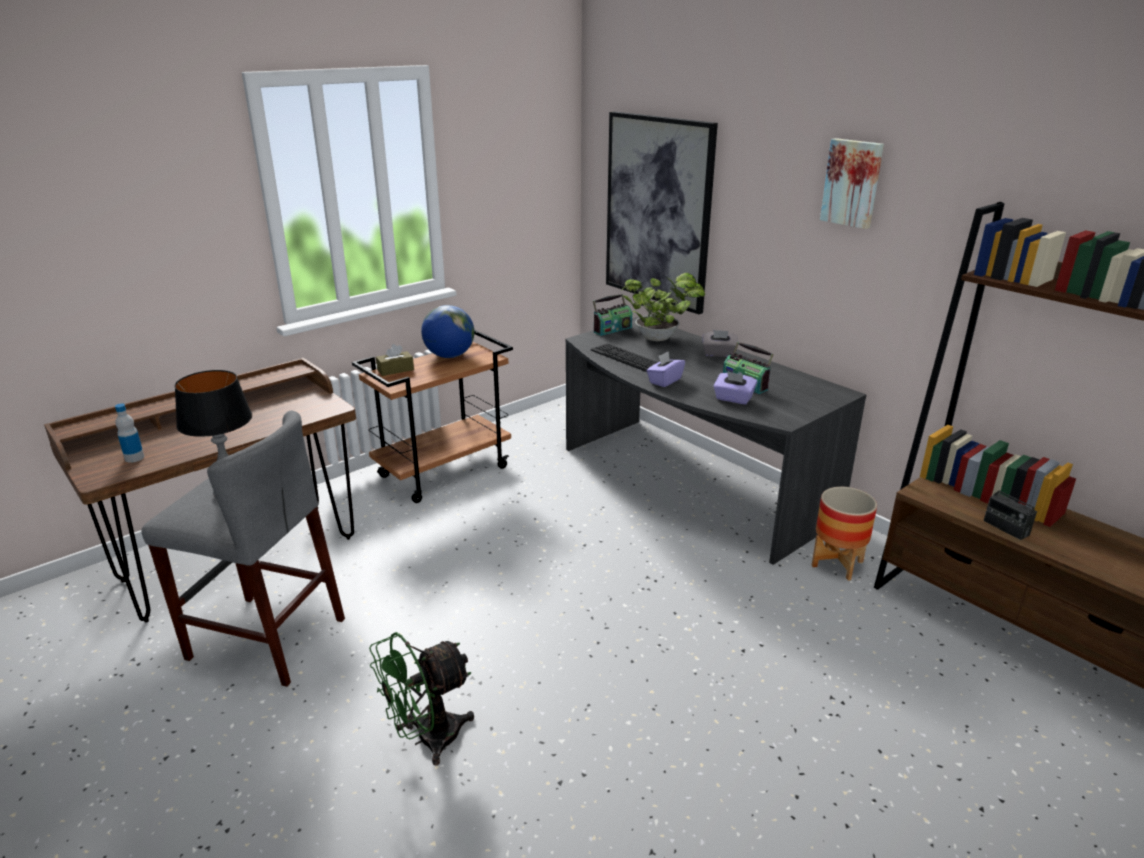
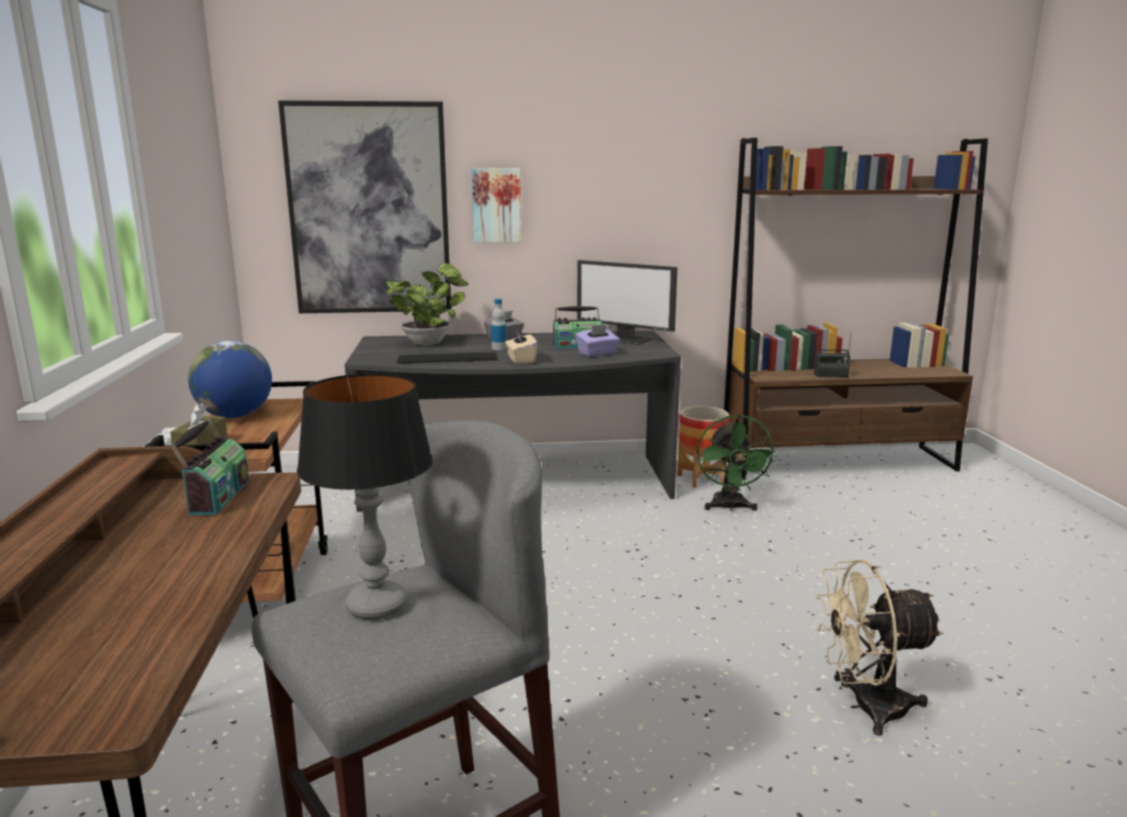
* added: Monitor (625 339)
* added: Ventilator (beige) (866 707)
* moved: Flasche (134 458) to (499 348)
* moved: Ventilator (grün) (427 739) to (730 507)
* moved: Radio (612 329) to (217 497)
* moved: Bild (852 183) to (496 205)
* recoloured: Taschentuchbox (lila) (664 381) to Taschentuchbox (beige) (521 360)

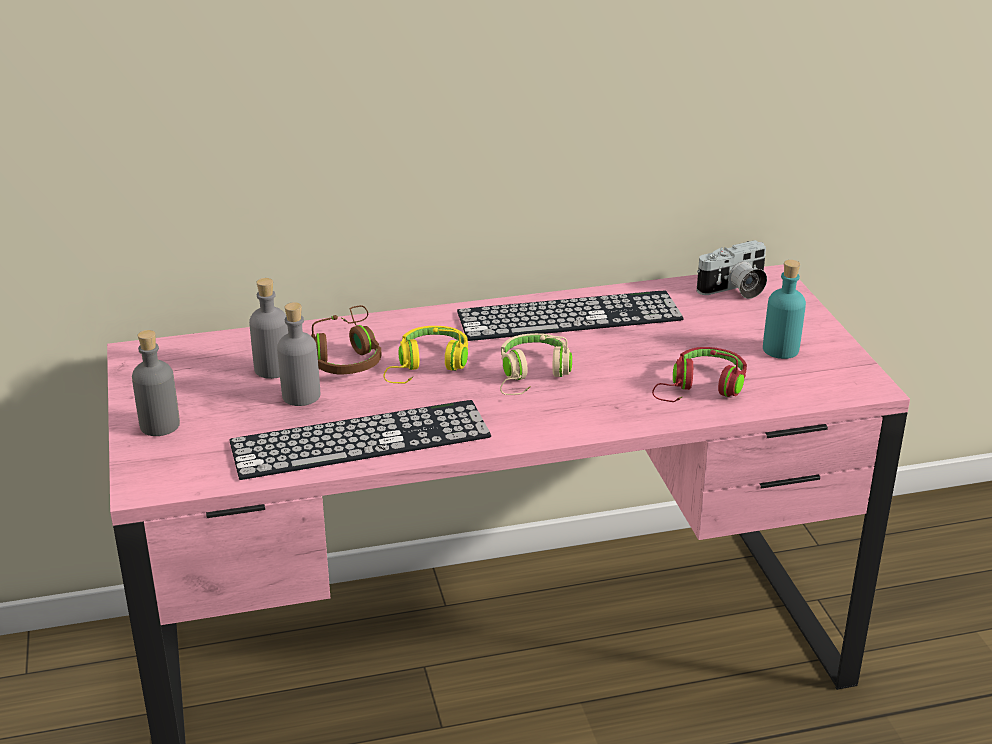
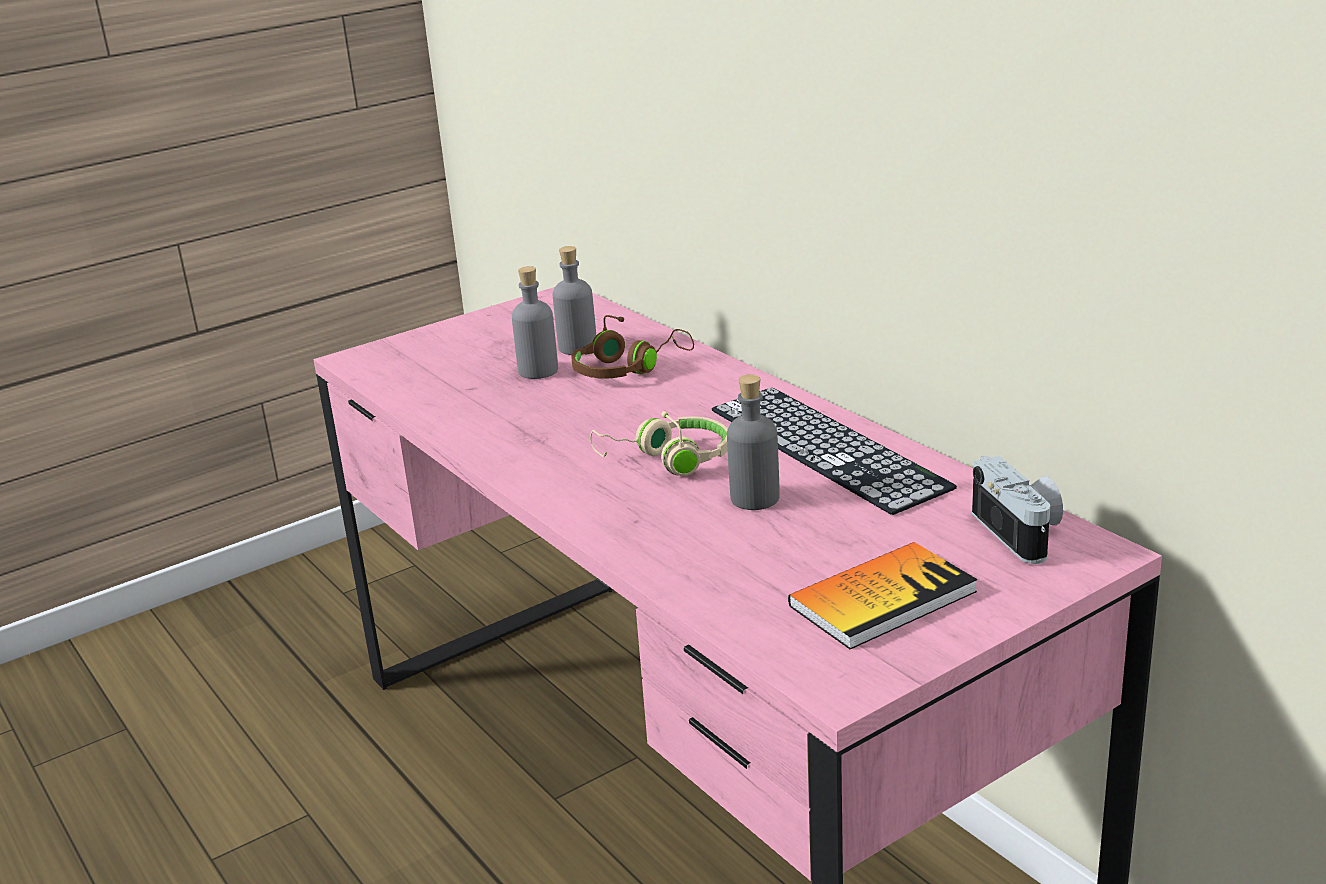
* removed: Tastatur (360 439)
* removed: Kopfhörer (gelb) (428 366)
* removed: Kopfhörer (rot) (701 388)
* moved: Flasche (grau) (160 425) to (754 498)
* replaced: Flasche (türkis) (780 349) to Buch (882 598)
* turned: Kamera (735 290) = (1023 533) 150 degrees counterclockwise

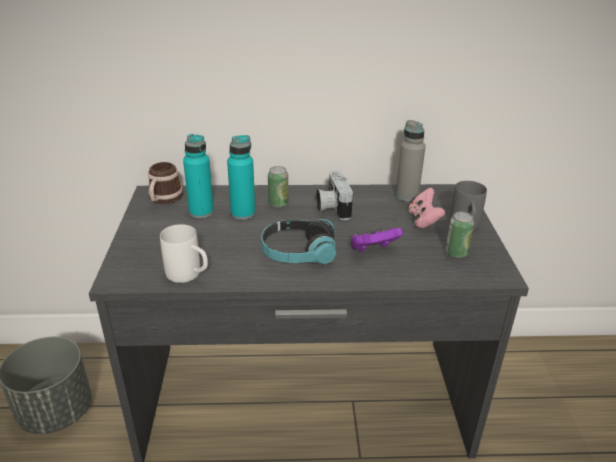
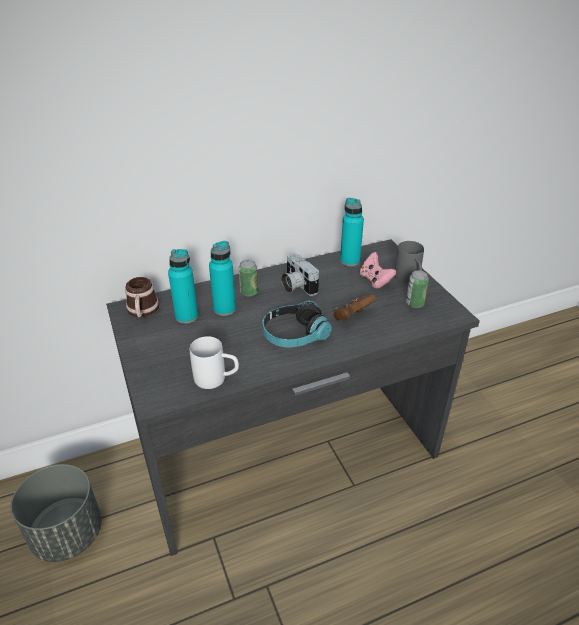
* recoloured: Gamepad (lila) (373 250) to Gamepad (braun) (352 317)
* recoloured: Flasche (grau) (406 196) to Flasche (türkis) (350 261)

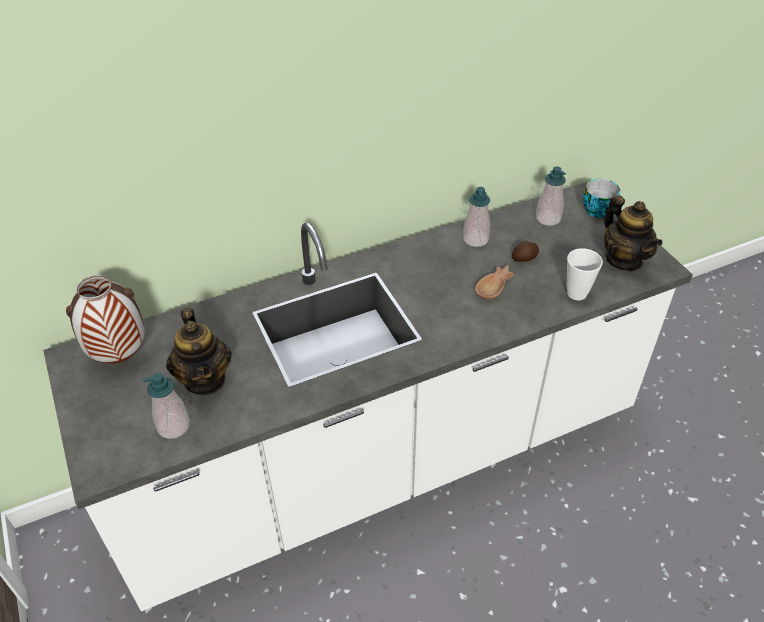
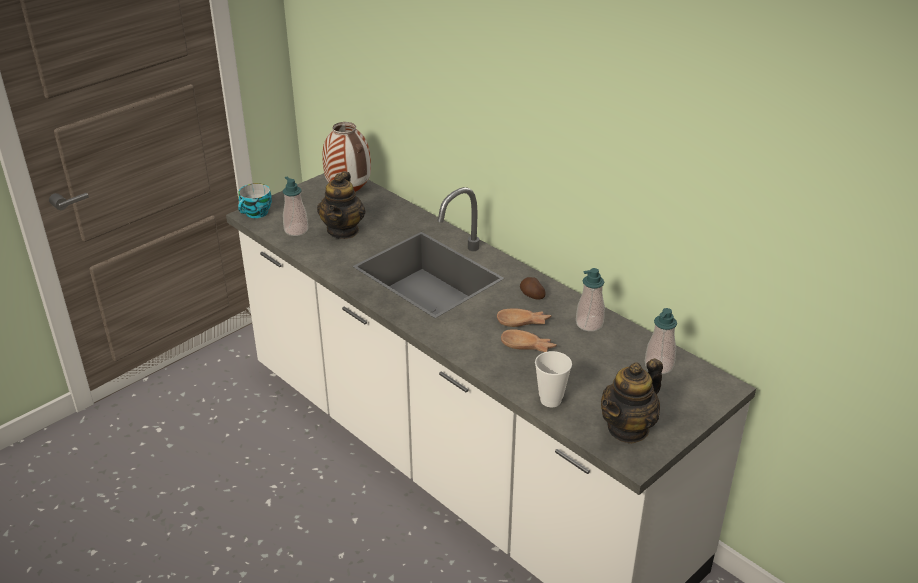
* added: Schüssel (braun) (523 323)
* moved: Kartoffel (525 258) to (531 295)
* moved: Tasse (599 211) to (256 213)
* turned: Teekanne (205 379) = (343 230) 45 degrees counterclockwise

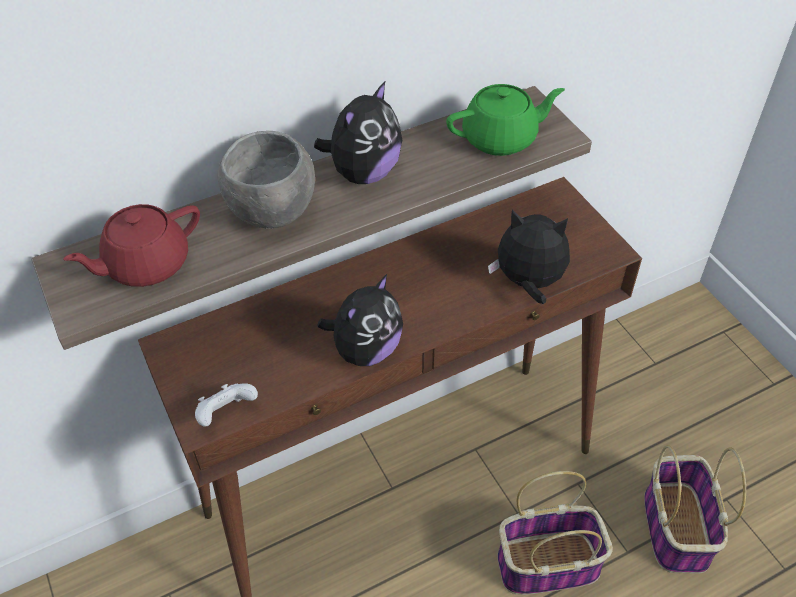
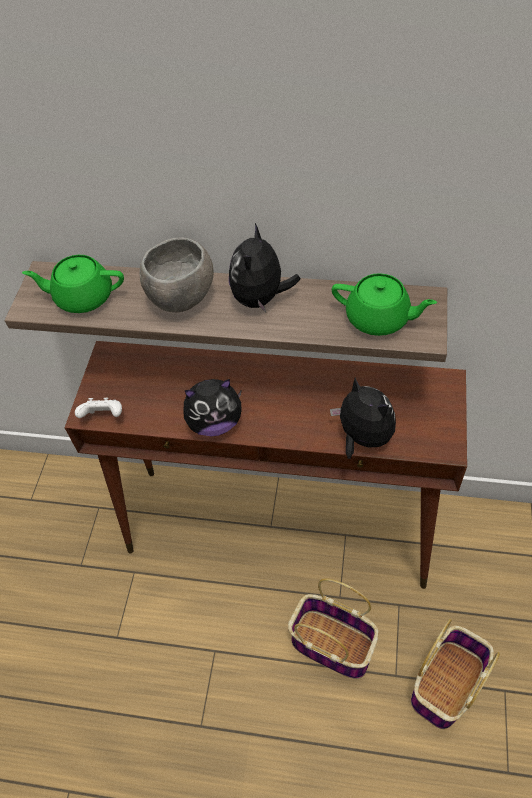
* recoloured: Teekanne (rot) (146 264) to Teekanne (grün) (83 297)
* turned: Plüschtier (364 173) = (261 298) 120 degrees clockwise

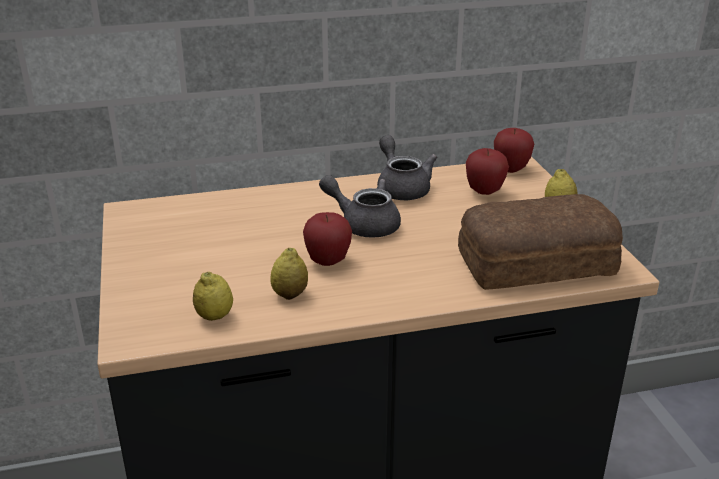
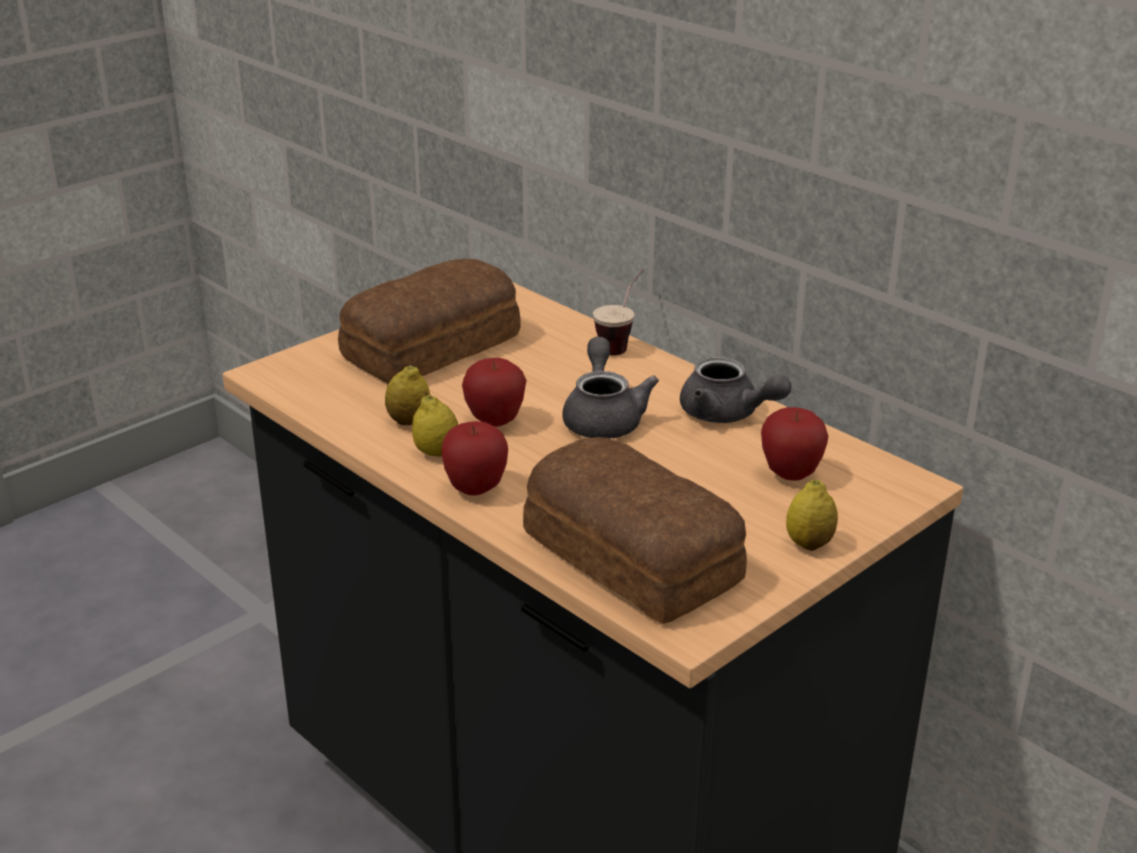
* added: Brot (435 347)
* added: Tasse (621 343)
* moved: Zitrone (214 316) to (436 452)
* moved: Apfel (511 169) to (475 489)
* turned: Teekanne (grau) (401 187) = (727 415) 90 degrees clockwise

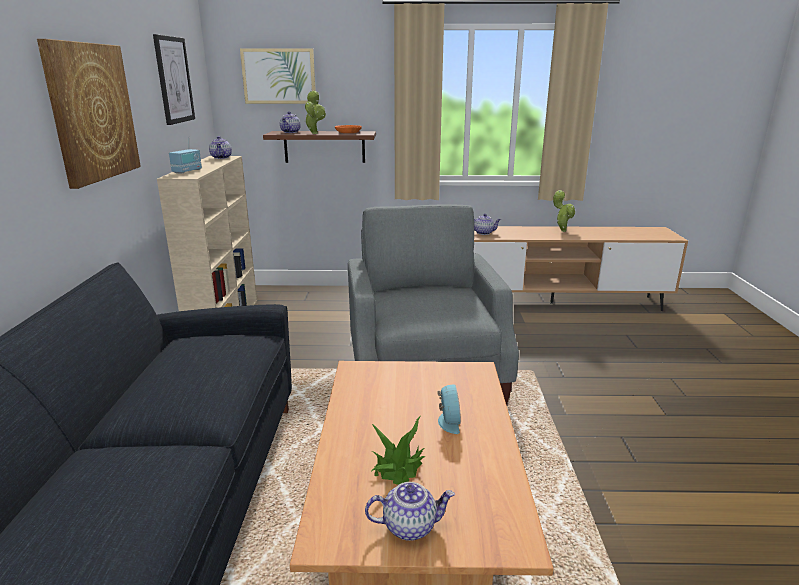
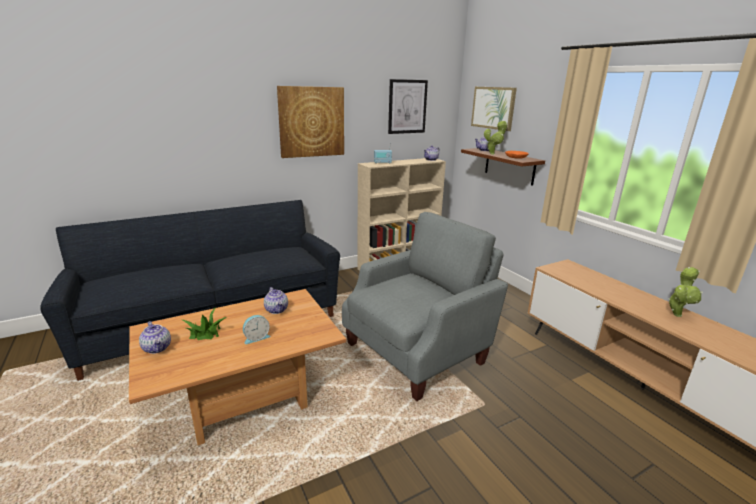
* moved: Teekanne (483 233) to (277 310)

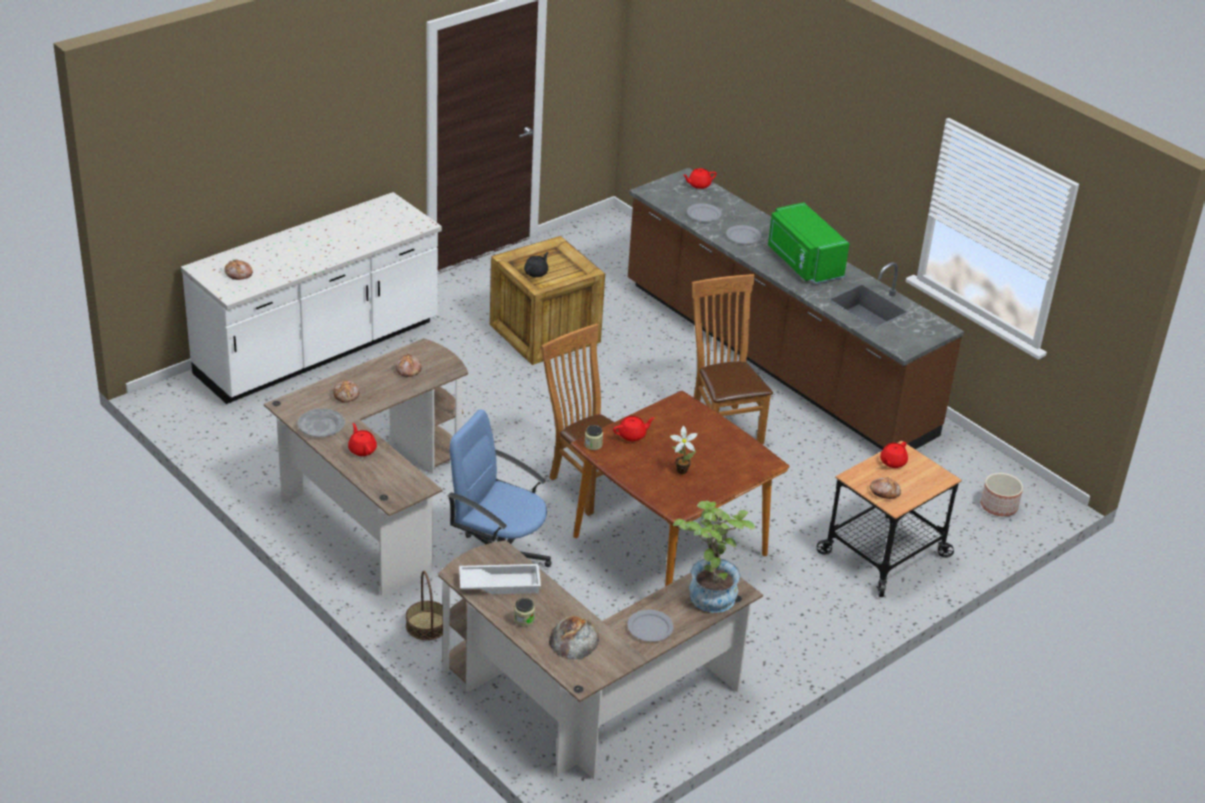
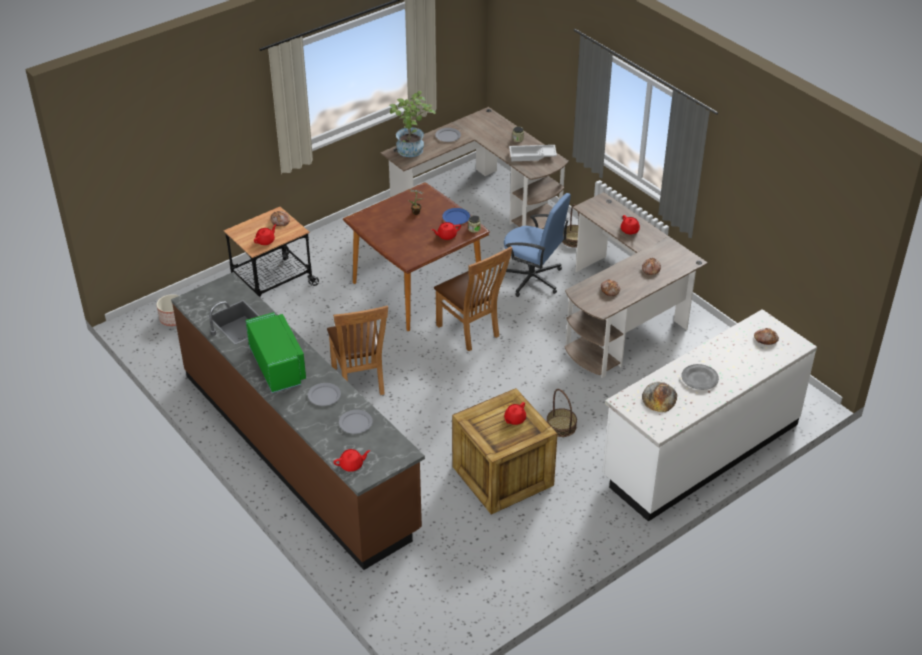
* added: Teller (blau) (456 217)
* added: Korb (561 426)
* moved: Teller (grau) (321 425) to (699 379)
* moved: Brot (573 639) to (659 397)
* recoloured: Teekanne (schwarz) (536 272) to Teekanne (rot) (514 419)

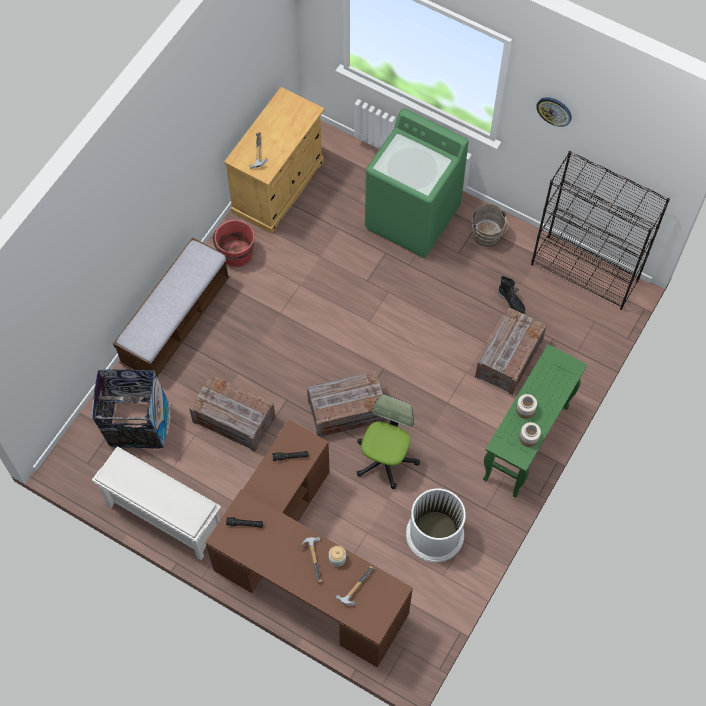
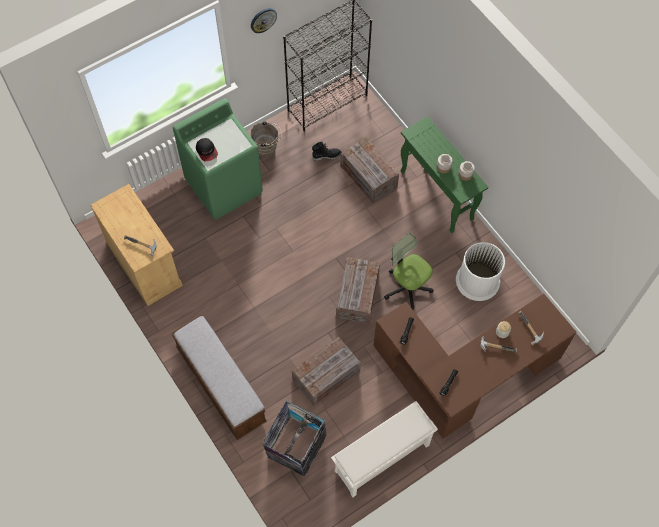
* removed: Eimer (rot) (236 254)
* added: Kappe (207 151)

